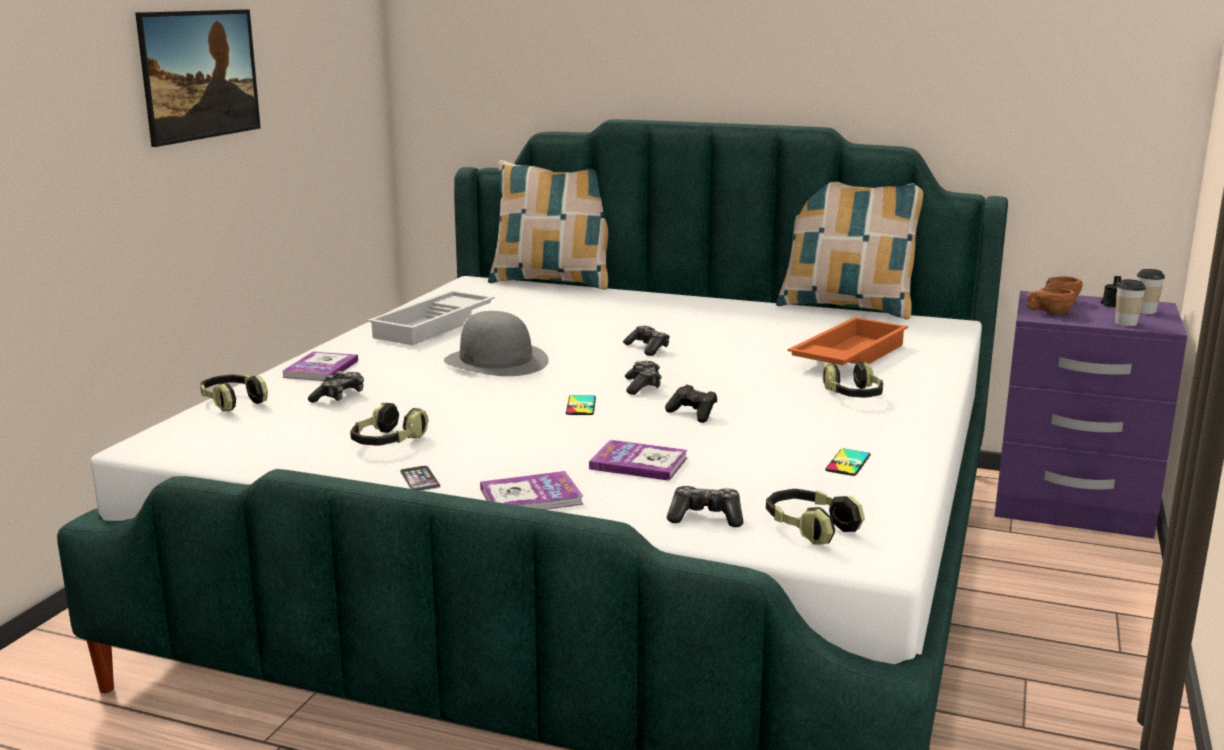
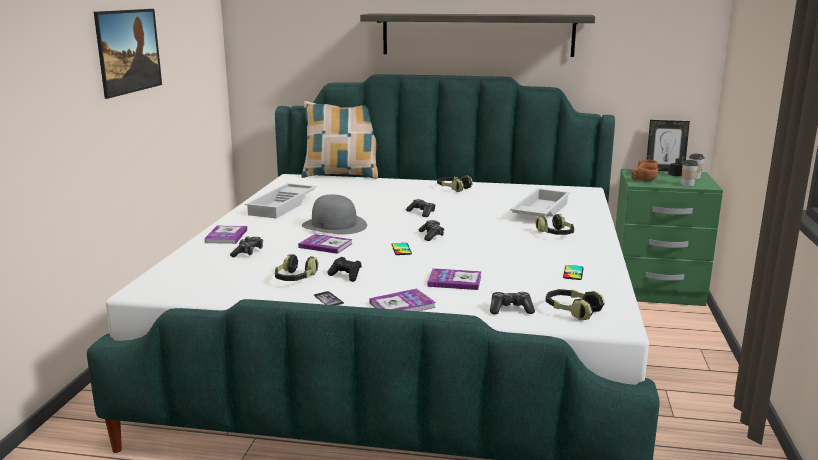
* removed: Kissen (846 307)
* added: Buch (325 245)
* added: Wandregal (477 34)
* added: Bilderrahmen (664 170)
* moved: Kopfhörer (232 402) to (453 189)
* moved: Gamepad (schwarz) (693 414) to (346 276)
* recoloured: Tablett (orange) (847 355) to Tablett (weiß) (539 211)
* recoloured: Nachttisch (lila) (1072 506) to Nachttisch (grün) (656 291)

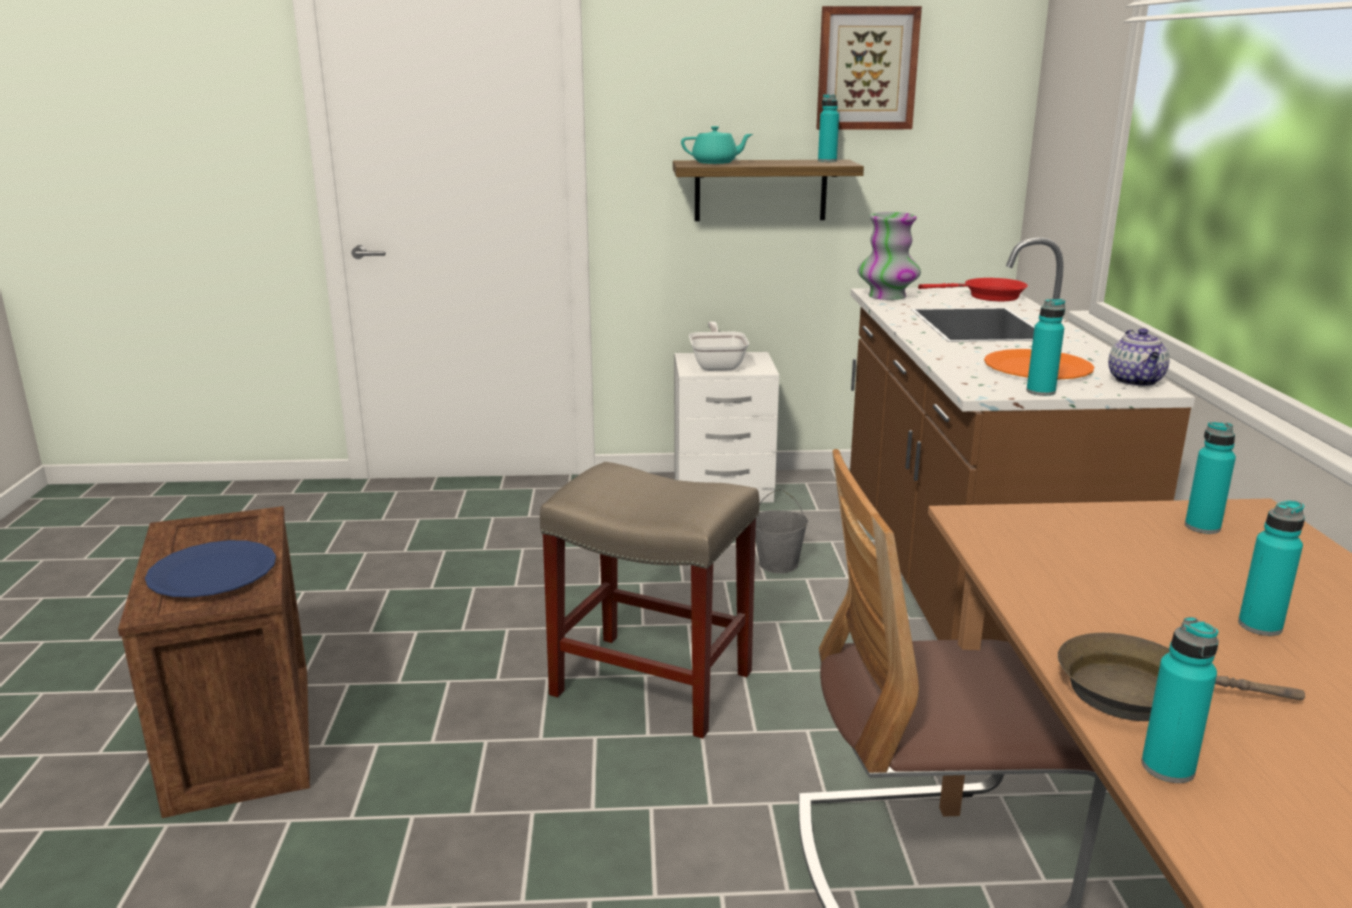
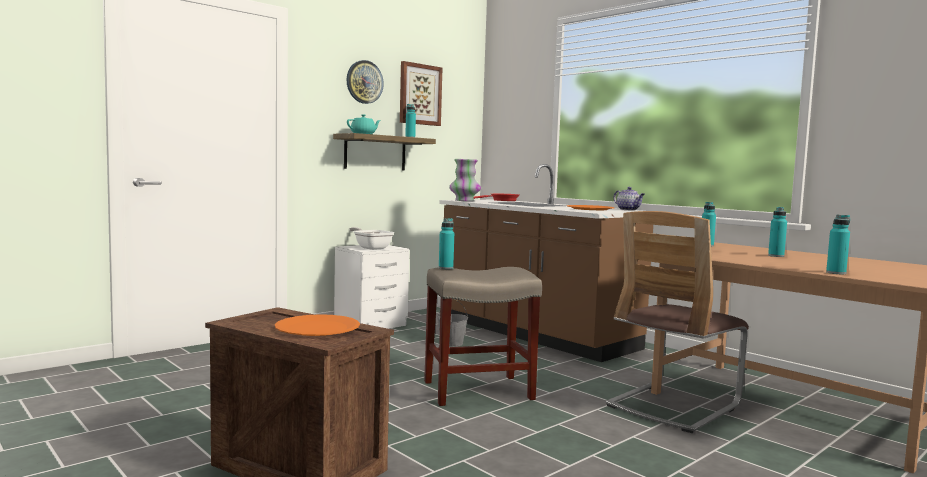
* removed: Pfanne (braun) (1138 692)
* added: Wanduhr (364 82)
* moved: Flasche (türkis) (1040 392) to (446 268)
* recoloured: Teller (blau) (212 572) to Teller (orange) (317 328)

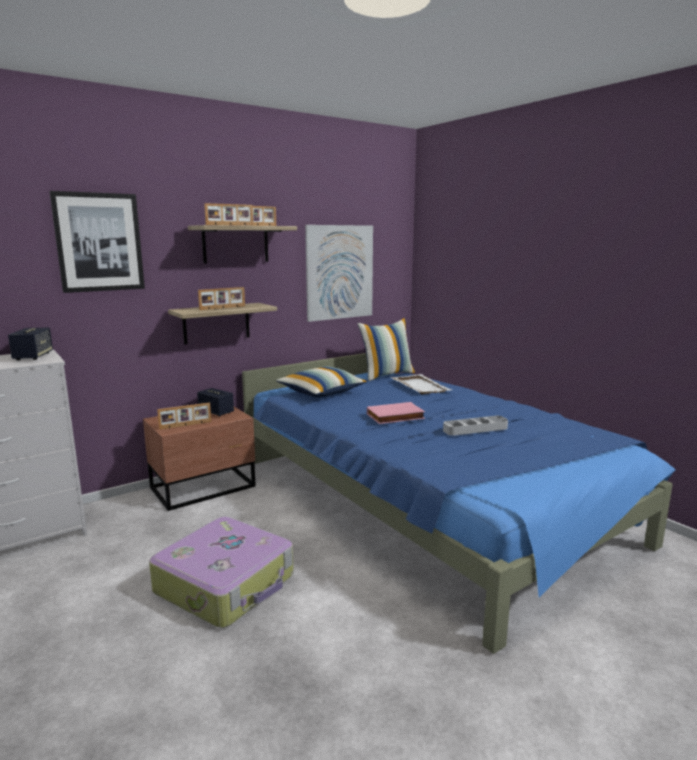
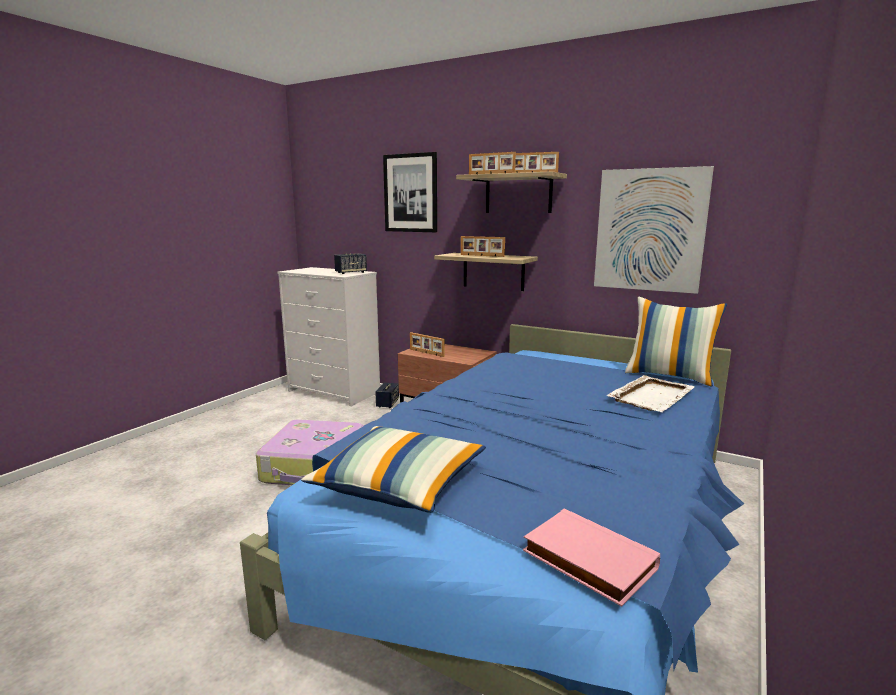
* removed: Tablett (grau) (475 429)
* moved: Lautsprecher (216 412) to (387 403)
* moved: Kissen (321 392) to (400 485)
* moved: Buch (rosa) (395 417) to (586 560)

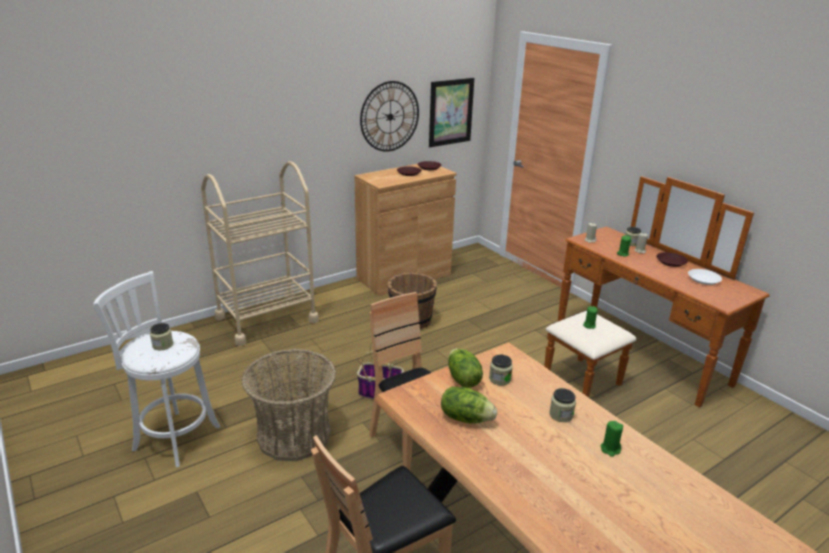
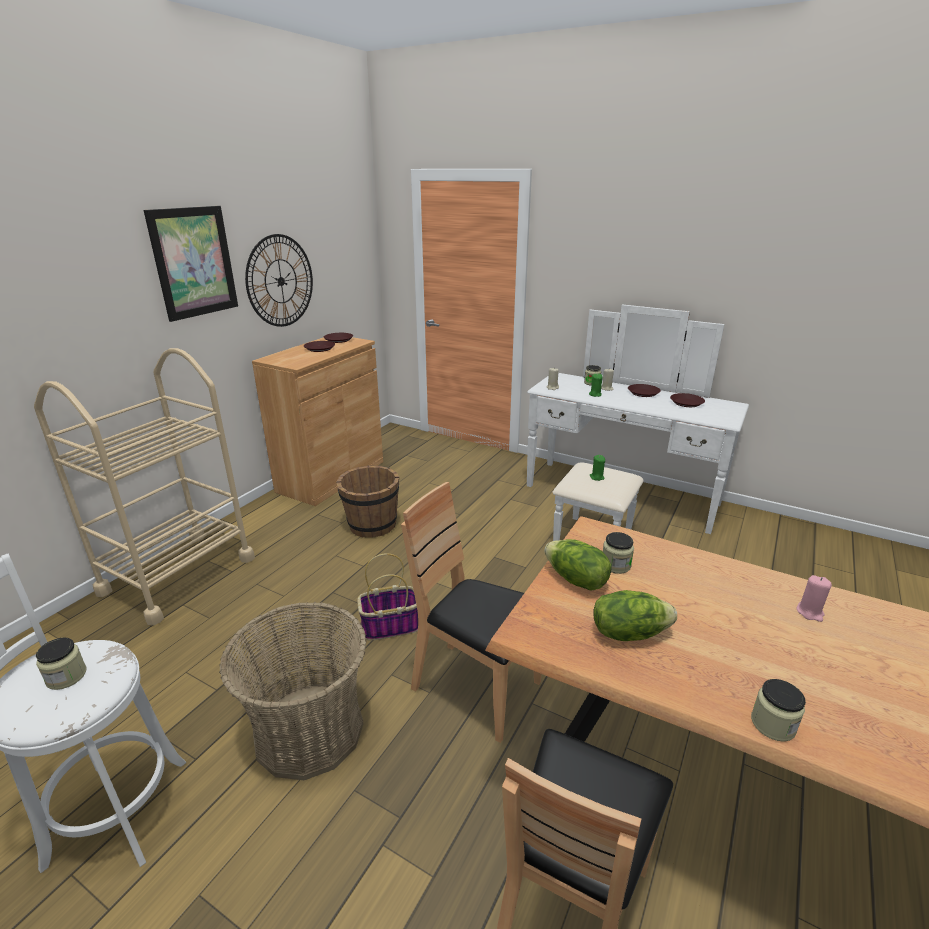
* moved: Bild (450 112) to (194 262)
* moved: Vorratsglas (561 415) to (773 724)
* recoloured: Kommode (braun) (627 358) to Kommode (weiß) (615 504)
* recoloured: Kerze (grün) (610 449) to Kerze (rosa) (810 612)
* recoloured: Teller (weiß) (703 279) to Teller (braun) (686 403)

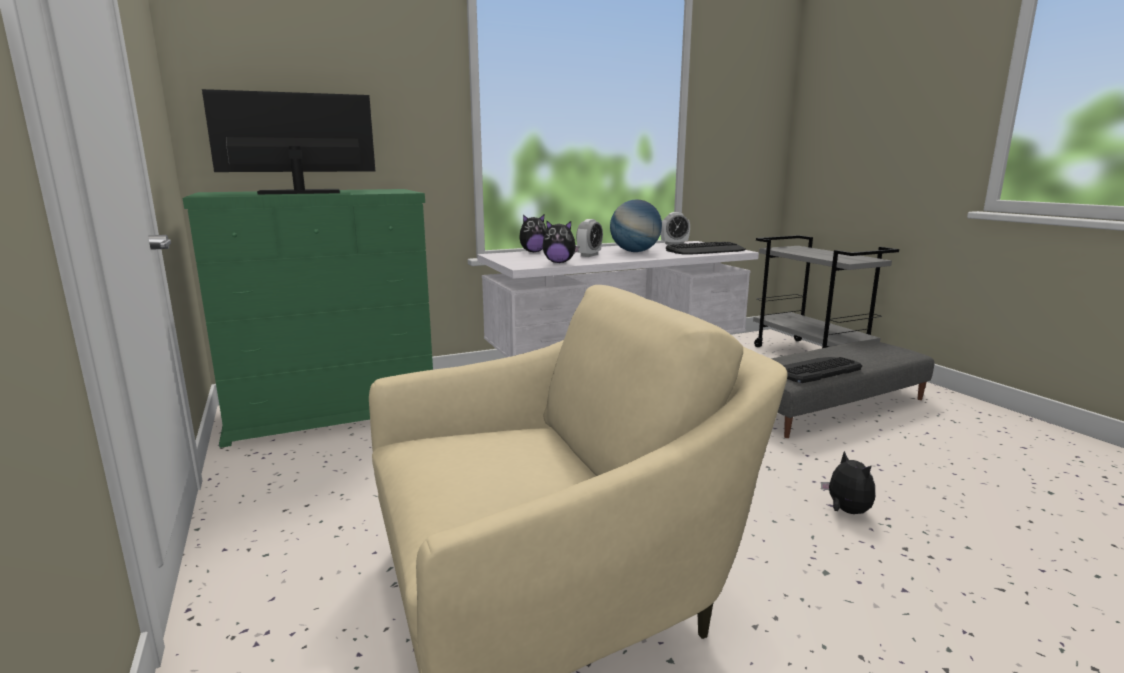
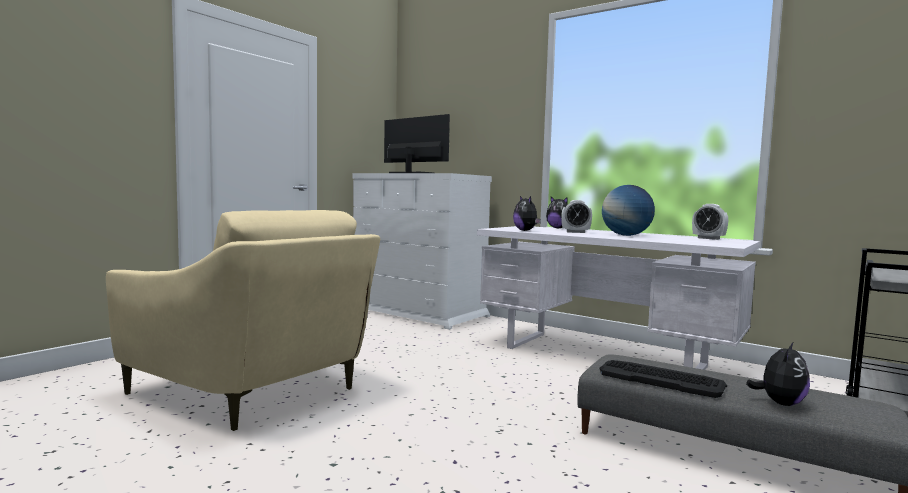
* removed: Tastatur (705 250)
* moved: Plüschtier (846 511) to (780 403)
* recoloured: Kommode (grün) (333 408) to Kommode (weiß) (419 312)

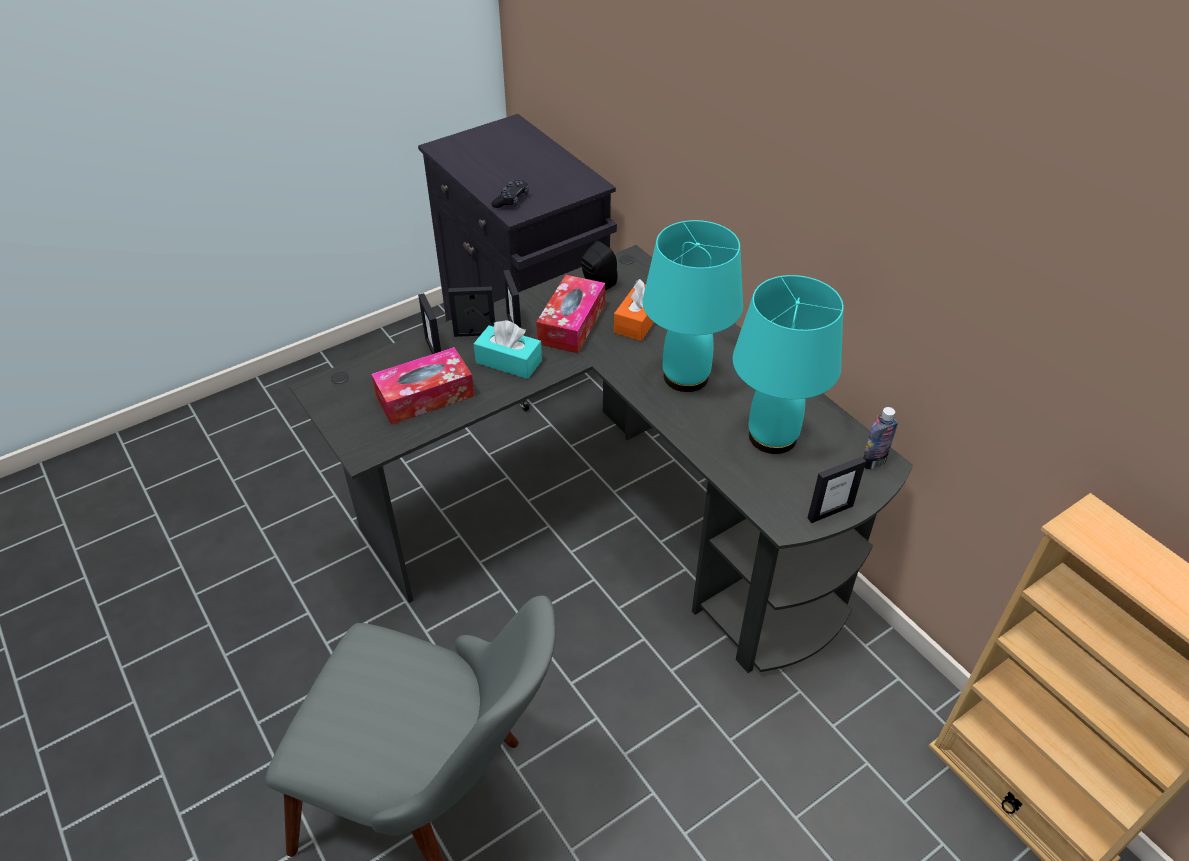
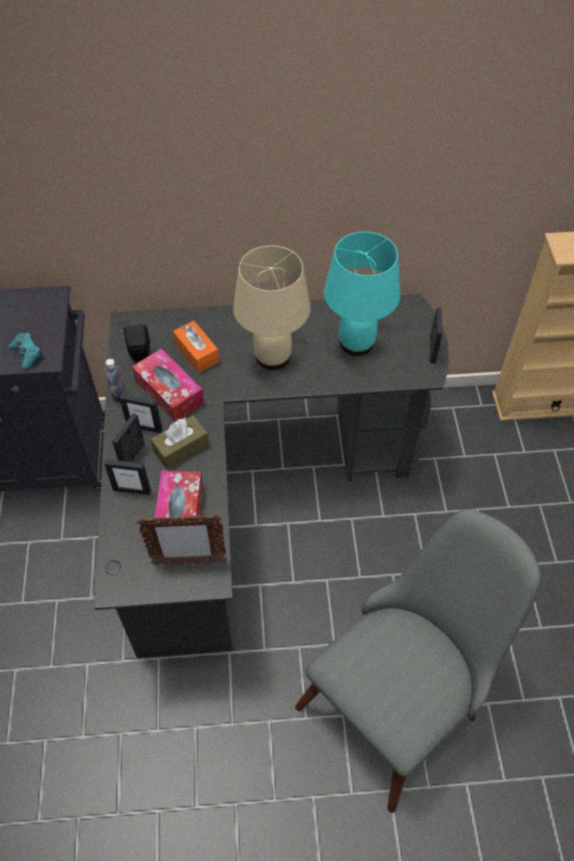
* added: Bilderrahmen (188 562)
* moved: Flasche (873 462) to (118 395)
* recoloured: Taschentuchbox (türkis) (508 361) to Taschentuchbox (braun) (181 448)
* recoloured: Gamepad (schwarz) (511 200) to Gamepad (türkis) (27 354)
* recoloured: Tischlampe (türkis) (685 376) to Tischlampe (beige) (272 356)

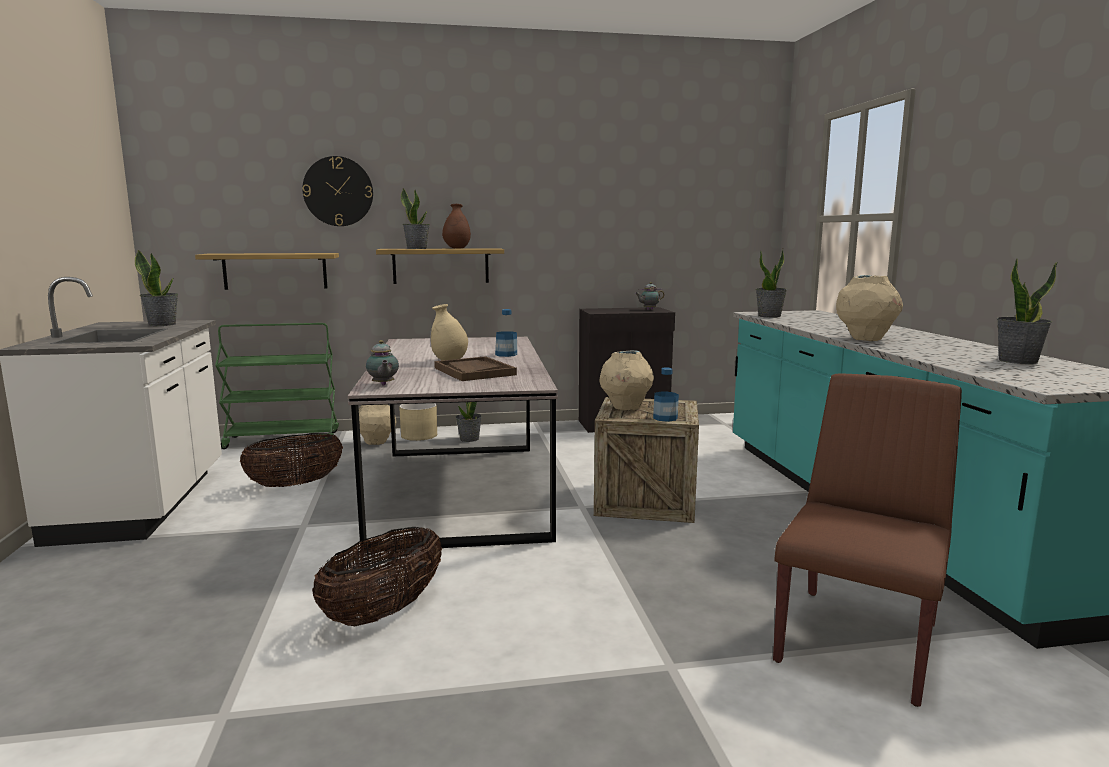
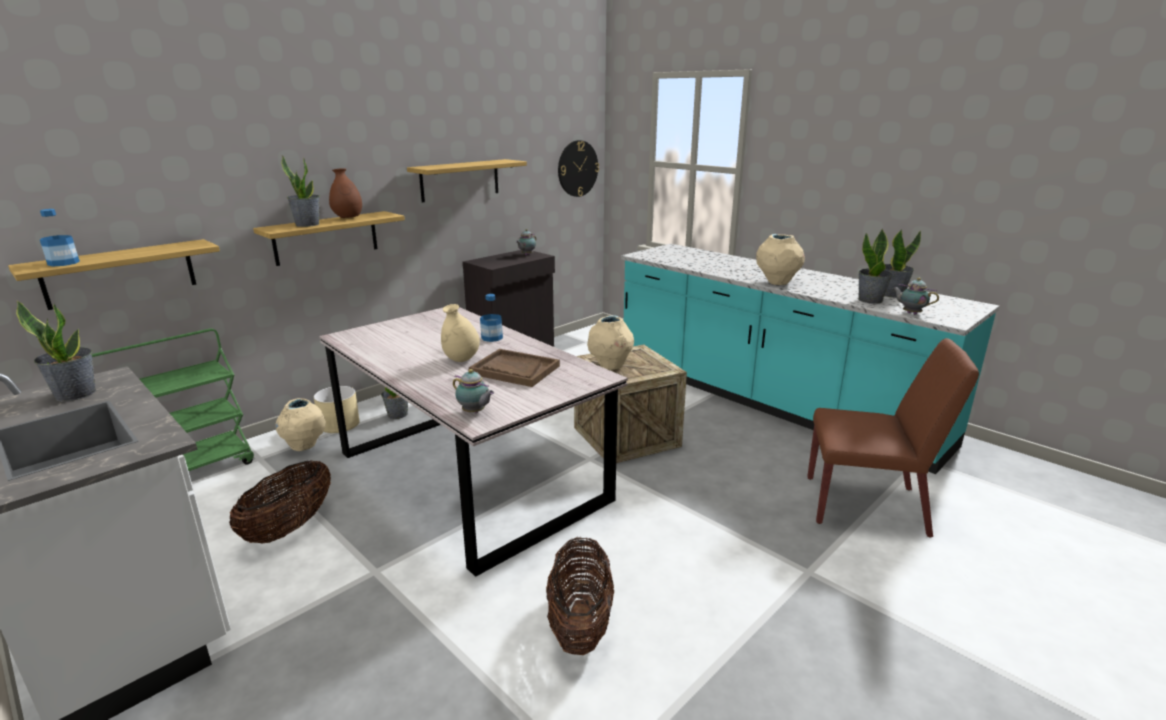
* added: Wandregal (460 180)
* added: Teekanne (910 313)
* moved: Wanduhr (338 191) to (577 168)
* moved: Flasche (665 418) to (63 263)
* moved: Topfpflanze (769 316) to (870 300)
* turned: Stuhl (braun) (857 641) = (867 505) 105 degrees clockwise

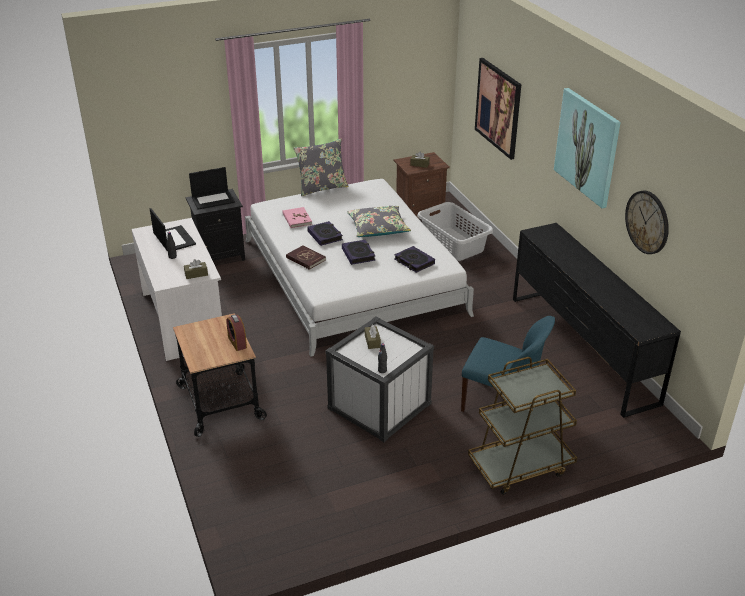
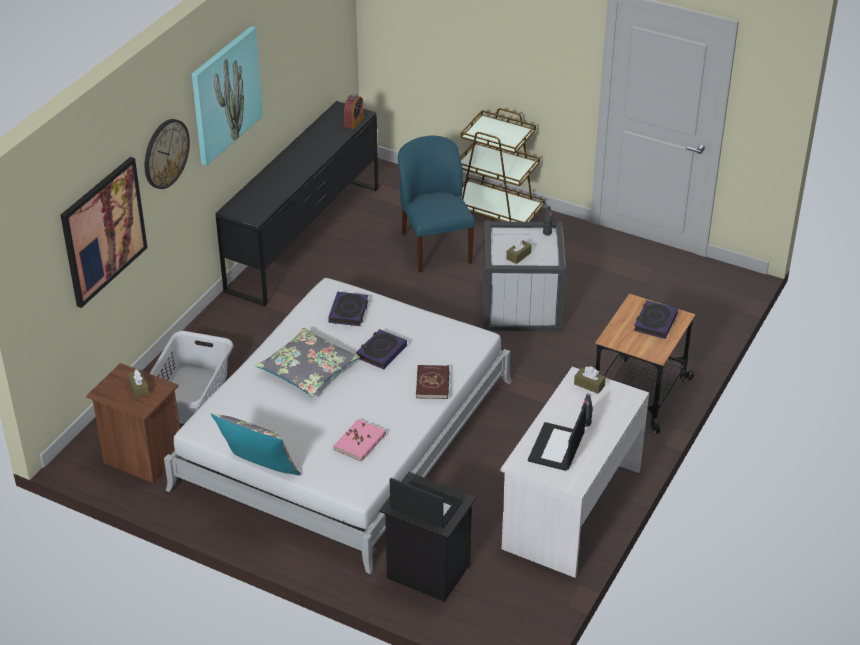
* moved: Wecker (237 342) to (354 122)
* moved: Buch (325 236) to (655 322)
* moved: Wanduhr (647 222) to (165 153)

